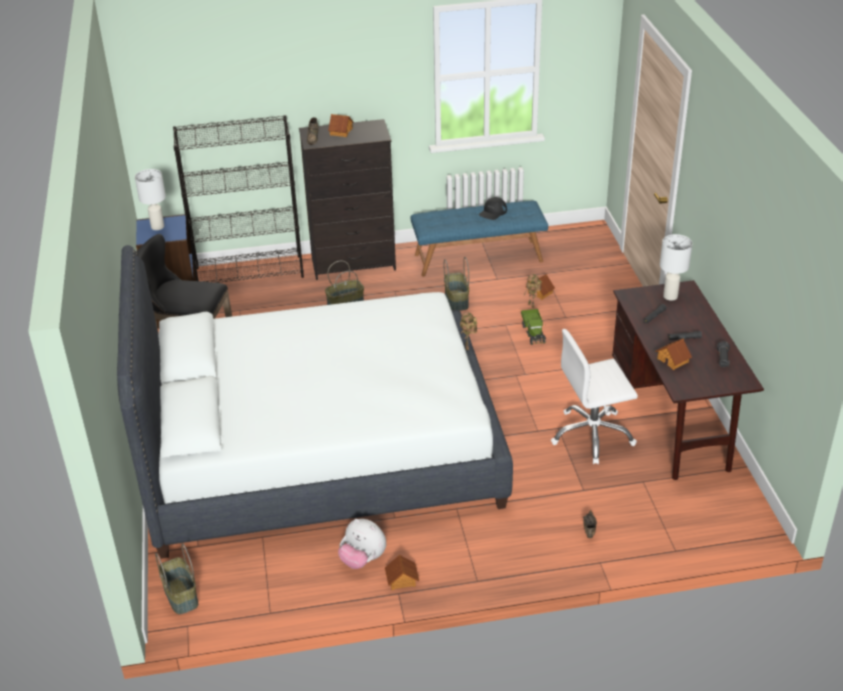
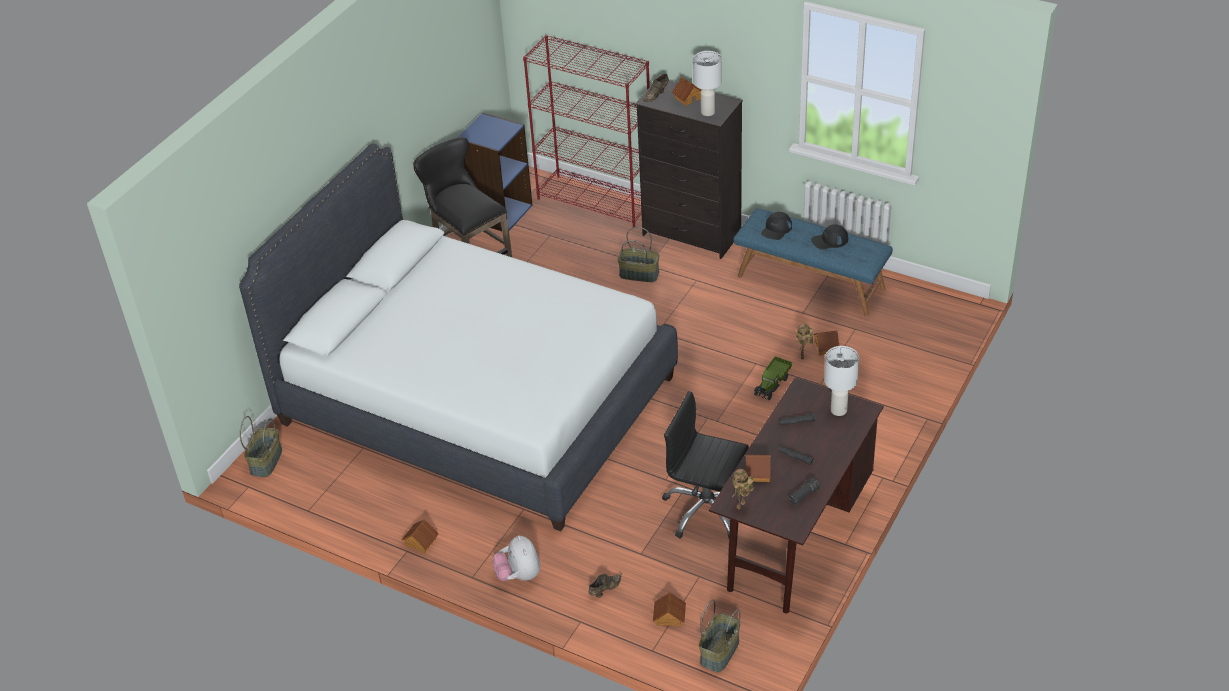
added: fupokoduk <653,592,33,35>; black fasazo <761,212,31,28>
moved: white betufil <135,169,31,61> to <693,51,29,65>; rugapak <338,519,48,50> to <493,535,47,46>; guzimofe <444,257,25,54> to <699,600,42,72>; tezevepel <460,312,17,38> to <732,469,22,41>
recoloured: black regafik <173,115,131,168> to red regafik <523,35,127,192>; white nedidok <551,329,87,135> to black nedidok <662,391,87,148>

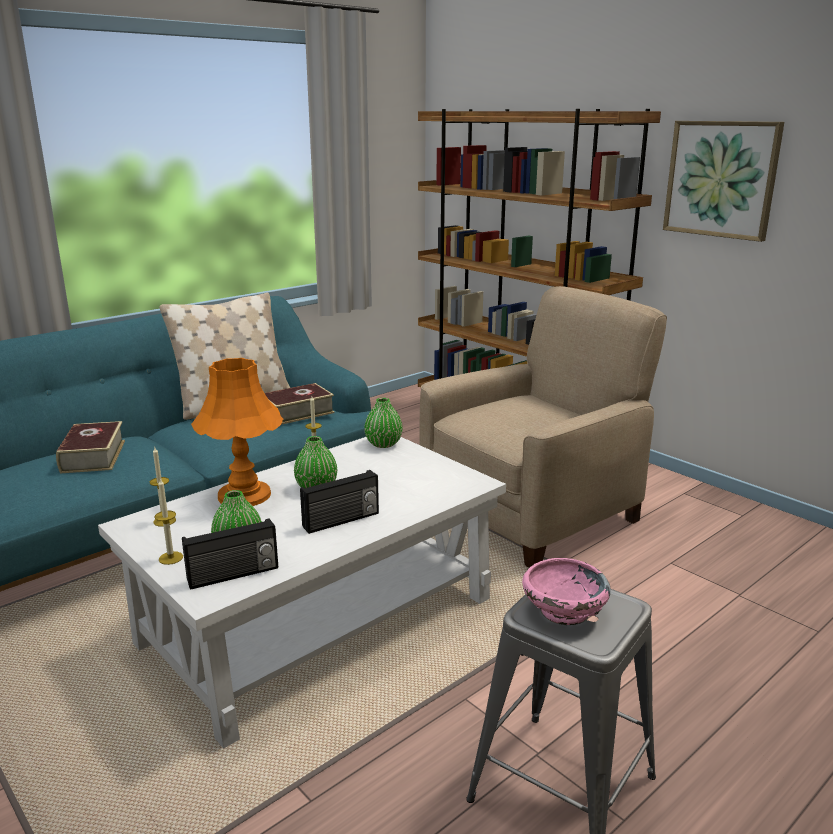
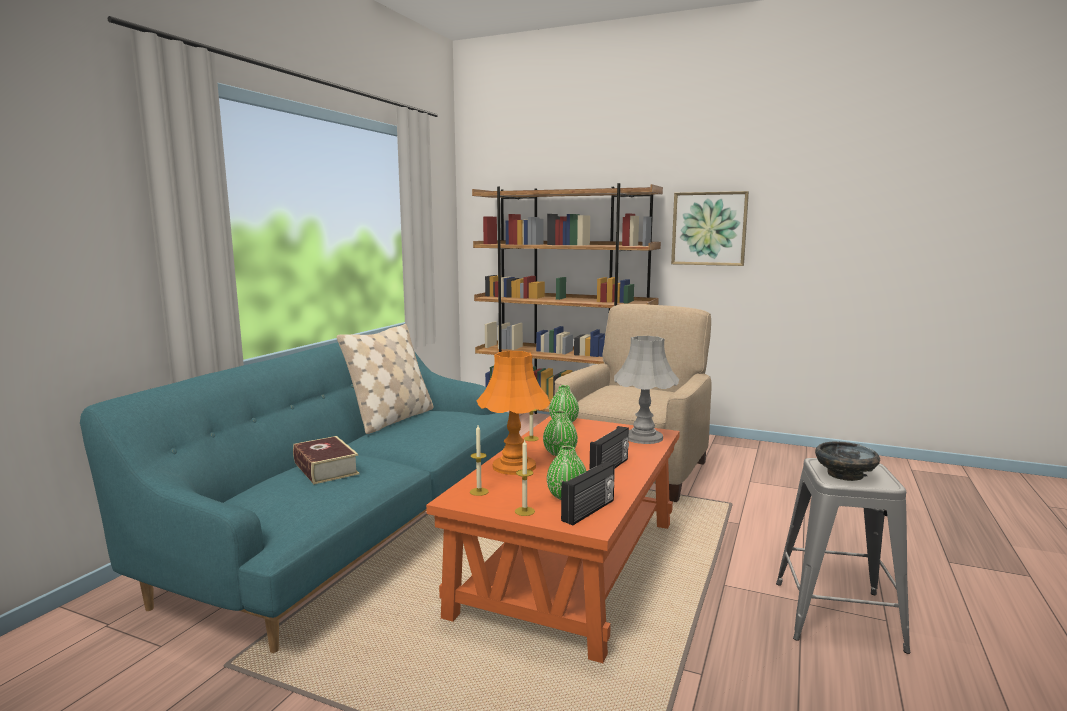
removed: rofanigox <265,383,70,42>
added: grey betufil <614,336,65,108>
recoloured: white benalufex <98,437,408,312> to orange benalufex <426,416,254,247>; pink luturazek <522,558,89,67> to black luturazek <815,442,65,39>

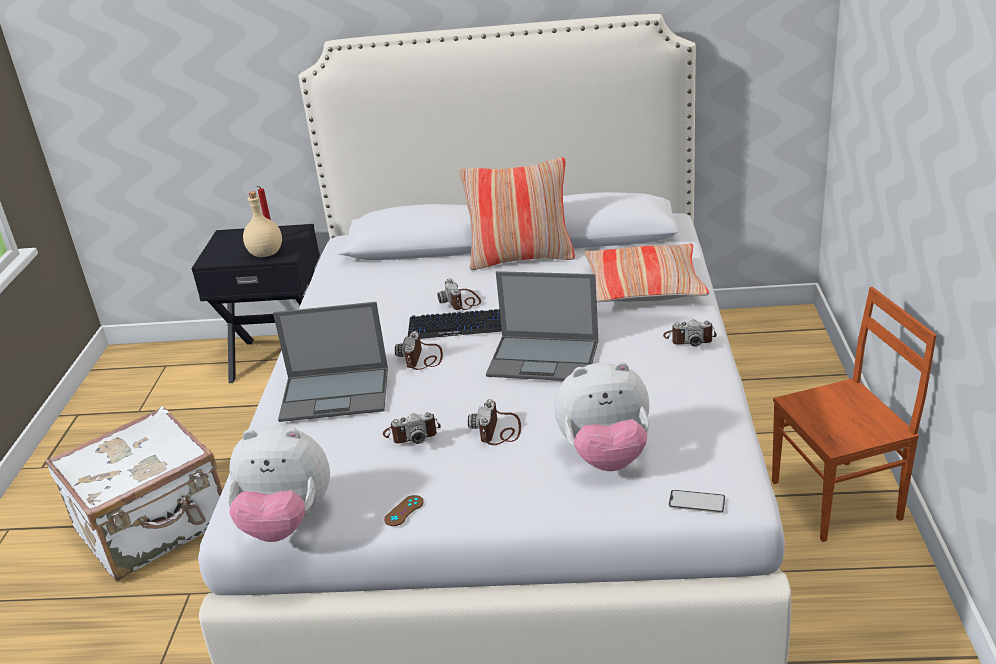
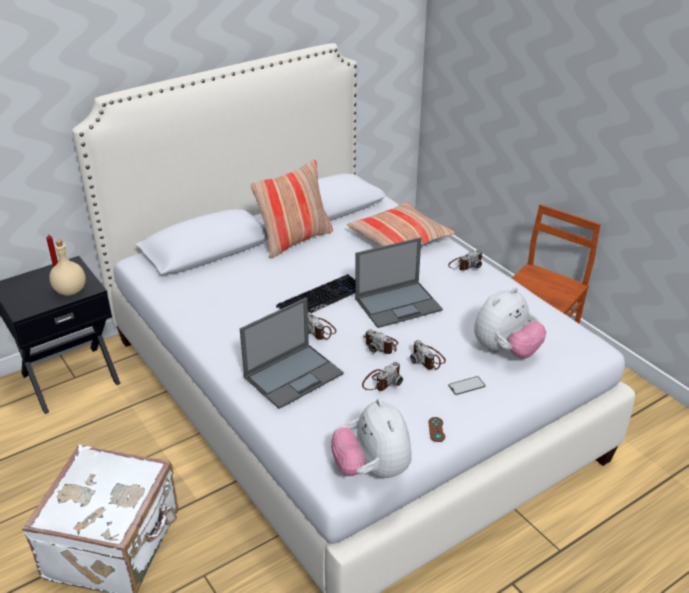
moved: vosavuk <437,278,44,32> to <363,329,35,25>; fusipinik <669,490,56,23> to <448,376,38,19>
turned: rugapak <227,426,103,116> = <331,399,81,79> 105 degrees clockwise

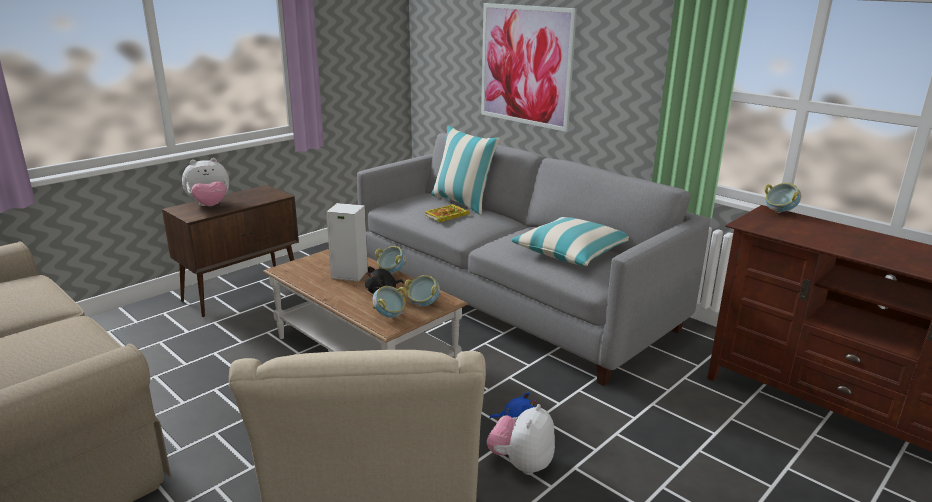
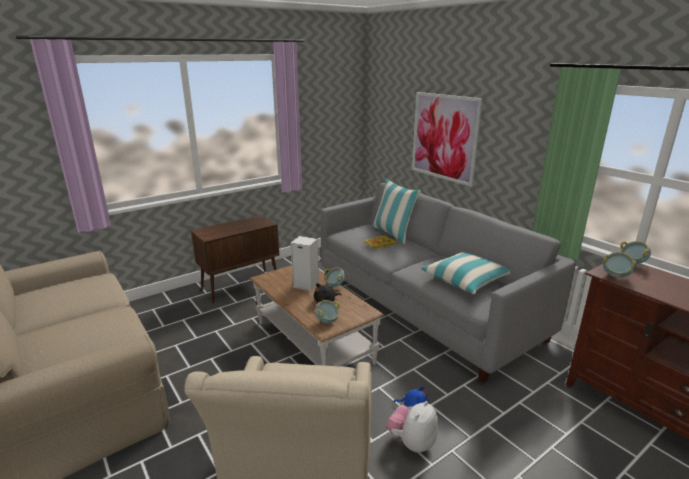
removed: rugapak <182,158,47,48>
moved: luturazek <405,275,35,32> to <603,252,33,26>

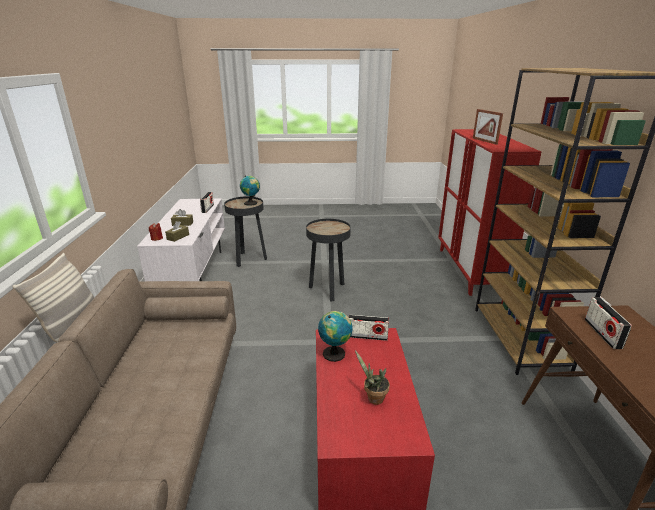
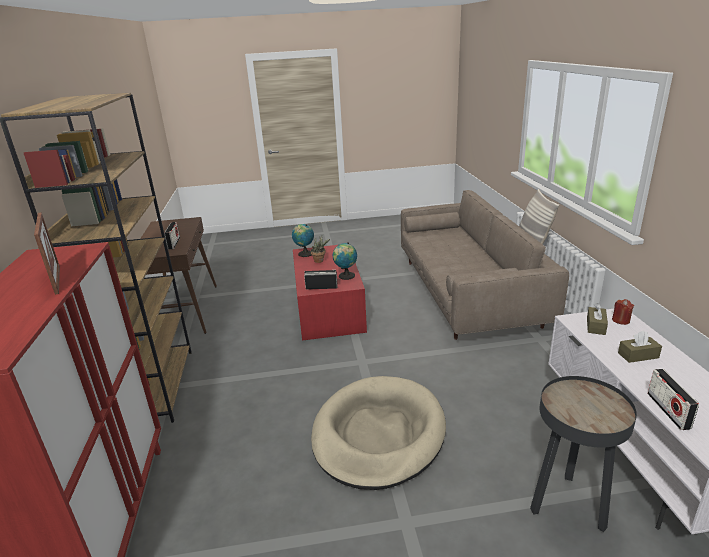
moved: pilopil <240,176,20,30> to <292,224,22,33>
replaced: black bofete <306,219,45,83> to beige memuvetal <311,376,135,114>

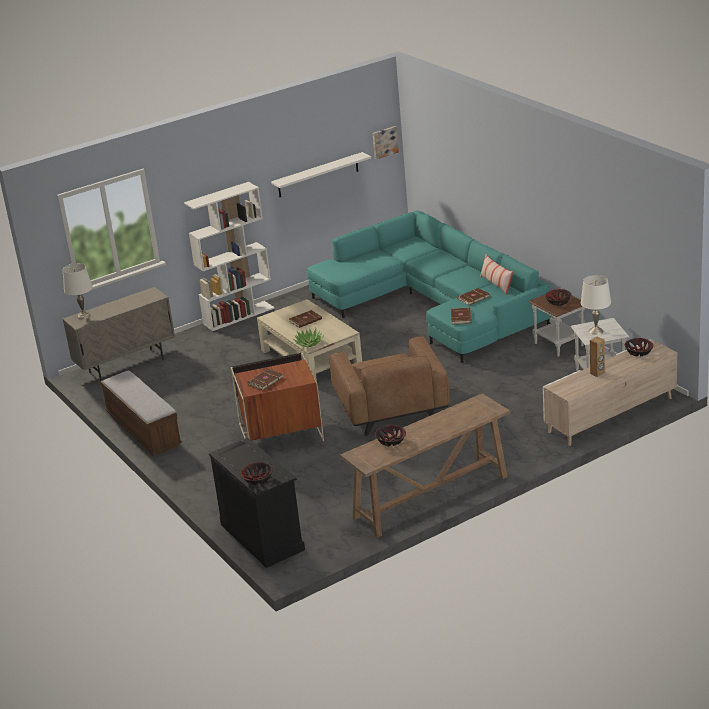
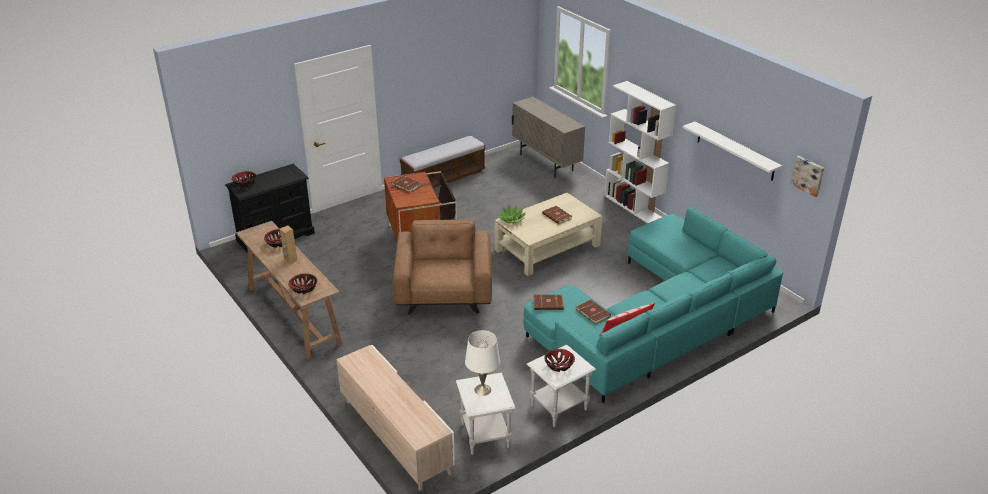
removed: white betufil <63,263,30,56>
moved: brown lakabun <590,337,15,40> to <280,225,17,39>; luturazek <625,338,28,19> to <289,273,28,21>
recoloured: brown bofete <528,292,57,65> to white bofete <527,345,69,82>
turned: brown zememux <329,336,121,100> = <393,219,99,95> 105 degrees clockwise

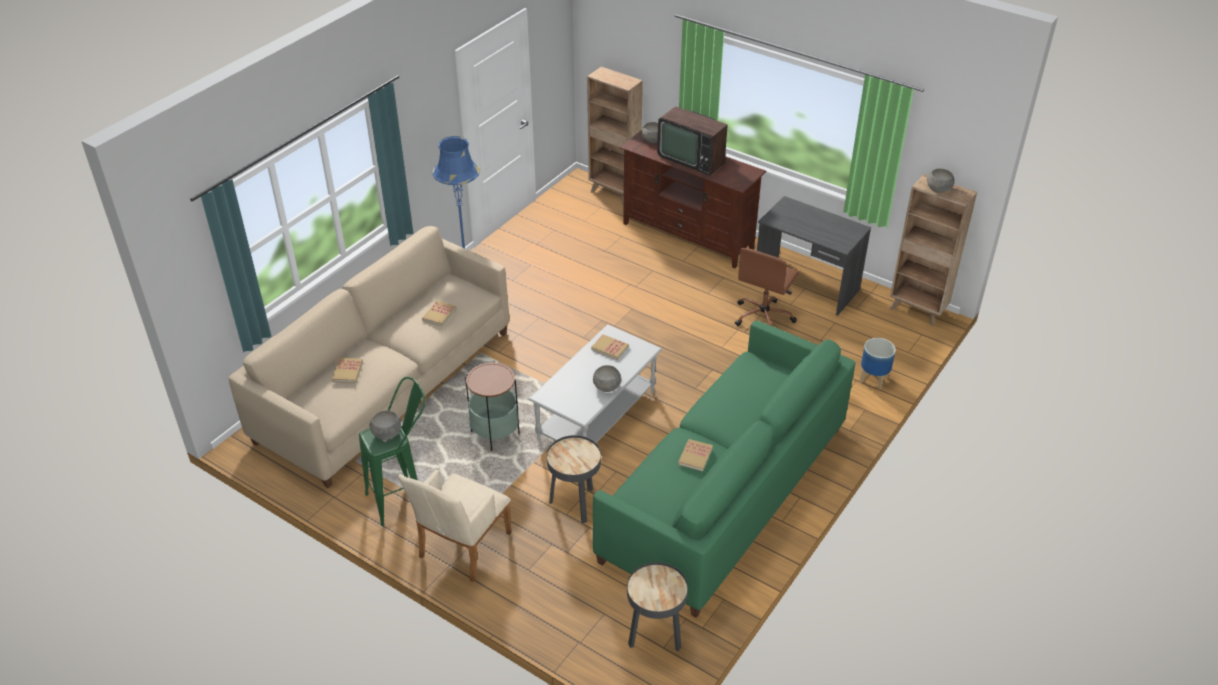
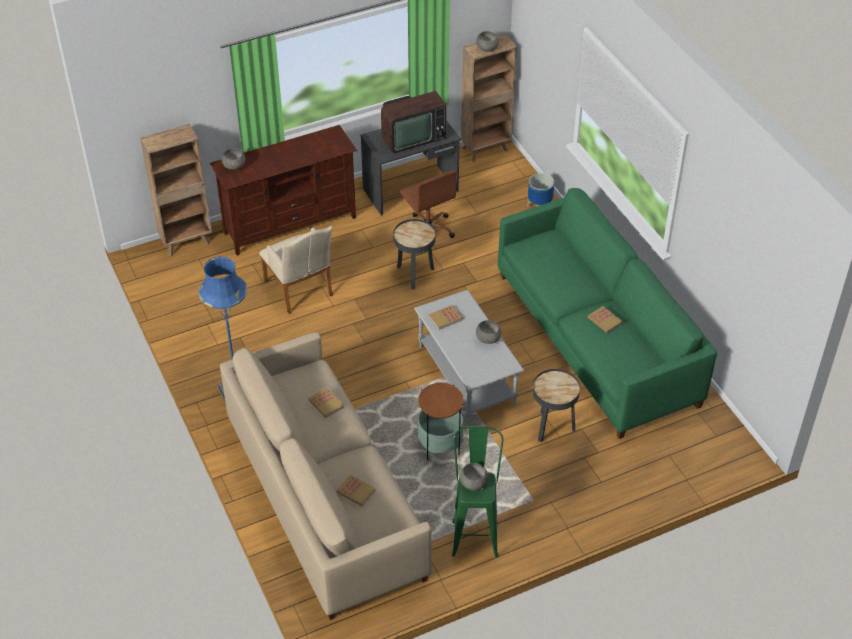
moved: beige zememux <398,470,113,112> to <259,226,74,88>; black bofete <627,562,61,89> to <393,219,43,70>; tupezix <657,107,71,69> to <381,91,65,62>

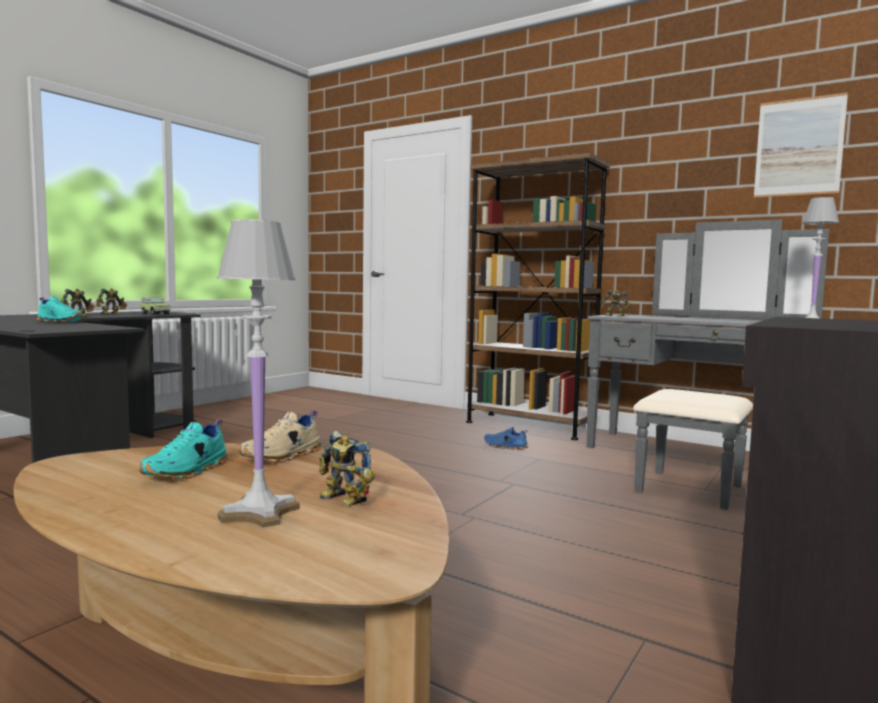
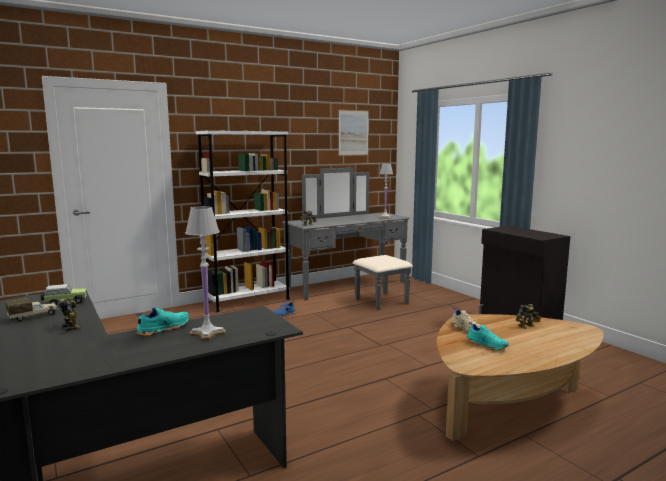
moved: white betufil <217,220,83,308> to <185,206,41,135>
replaced: tezevepel <96,288,31,26> to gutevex <5,298,53,23>
recoloured: brown regafik <466,152,144,288> to white regafik <196,130,94,182>

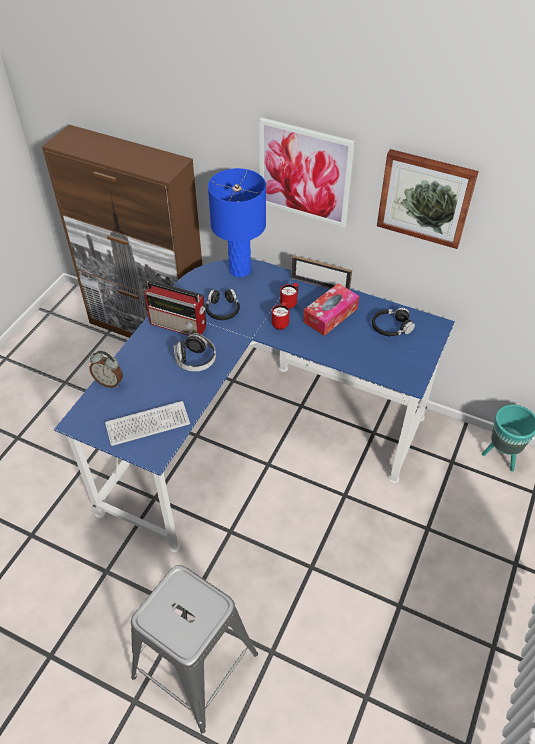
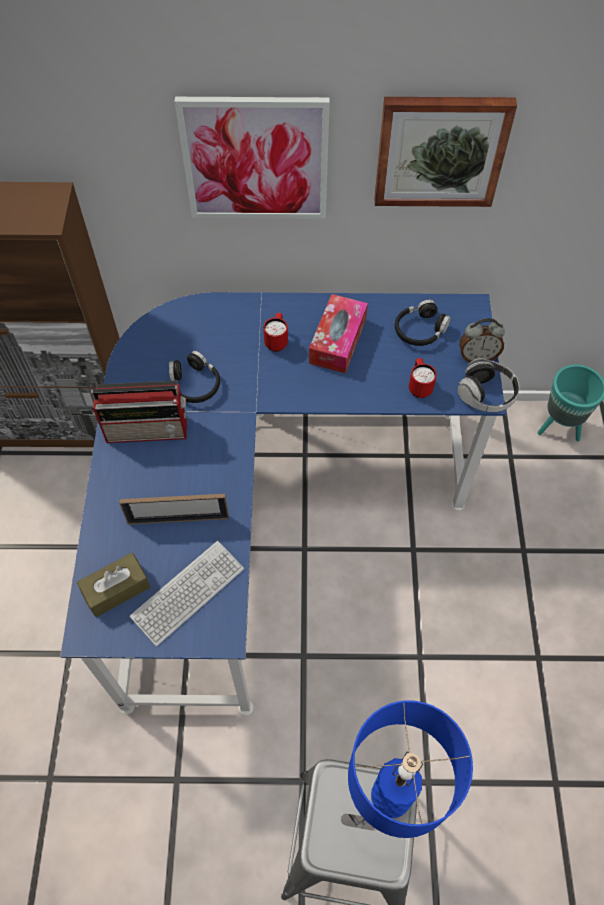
added: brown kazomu <77,553,73,64>
moved: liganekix <90,351,33,37> to <459,318,46,44>; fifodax <174,333,42,39> to <457,358,62,54>; blue betufil <208,168,58,109> to <348,700,125,138>; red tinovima <272,302,17,28> to <409,358,28,40>; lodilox <291,255,61,35> to <119,494,110,31>

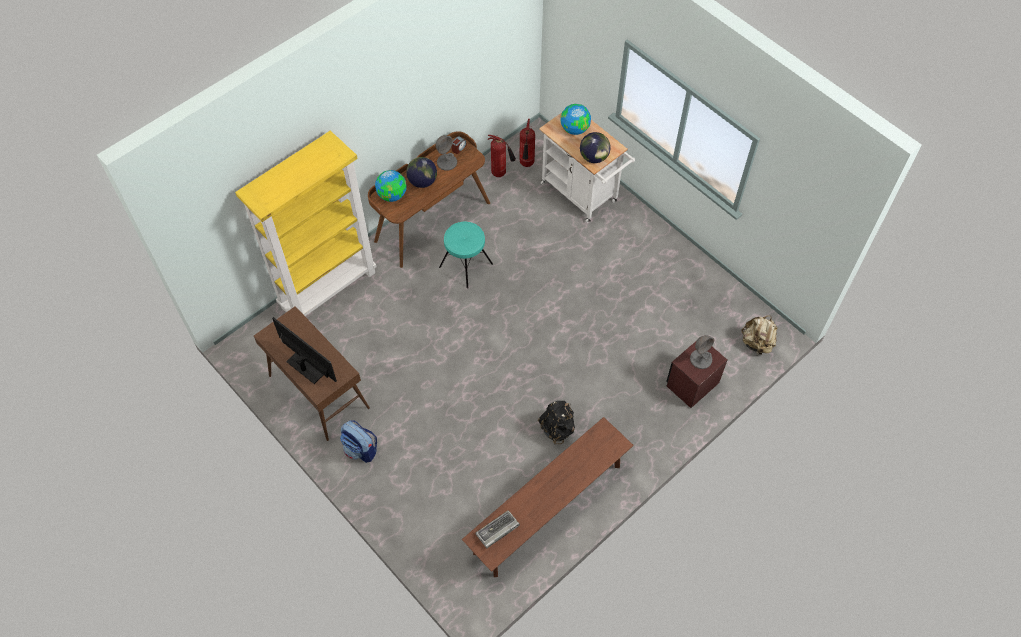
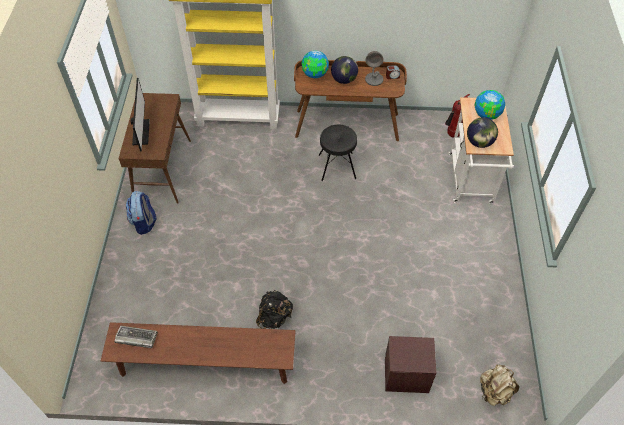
removed: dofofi <488,135,28,42>; grey betufil <690,335,24,34>
recoloured: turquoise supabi <439,222,54,67> to black supabi <319,125,38,56>

